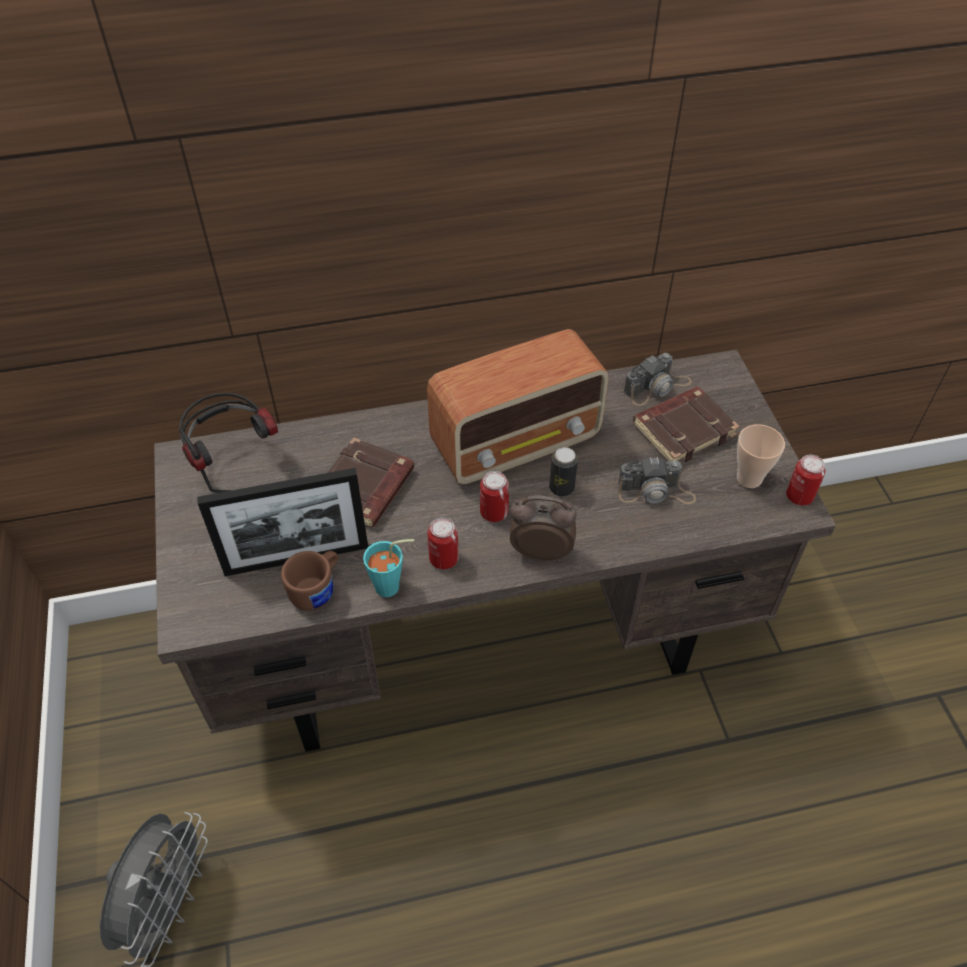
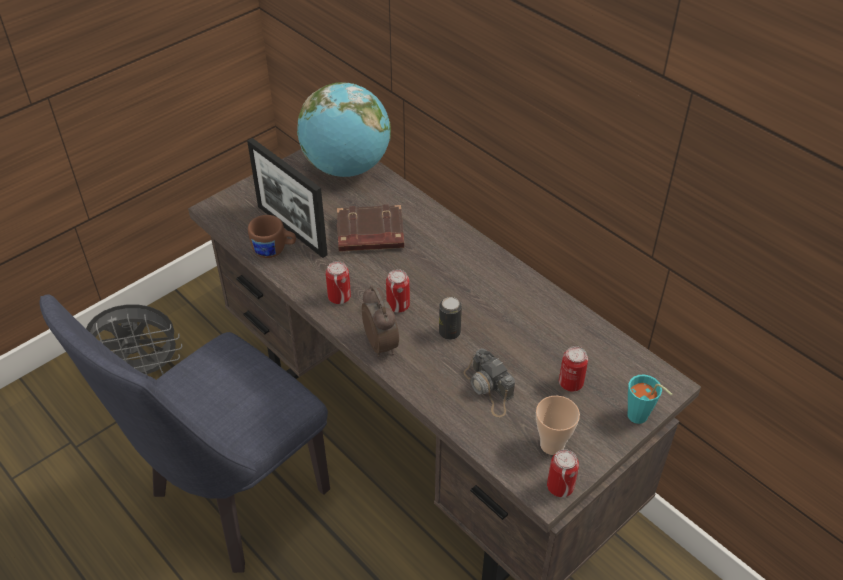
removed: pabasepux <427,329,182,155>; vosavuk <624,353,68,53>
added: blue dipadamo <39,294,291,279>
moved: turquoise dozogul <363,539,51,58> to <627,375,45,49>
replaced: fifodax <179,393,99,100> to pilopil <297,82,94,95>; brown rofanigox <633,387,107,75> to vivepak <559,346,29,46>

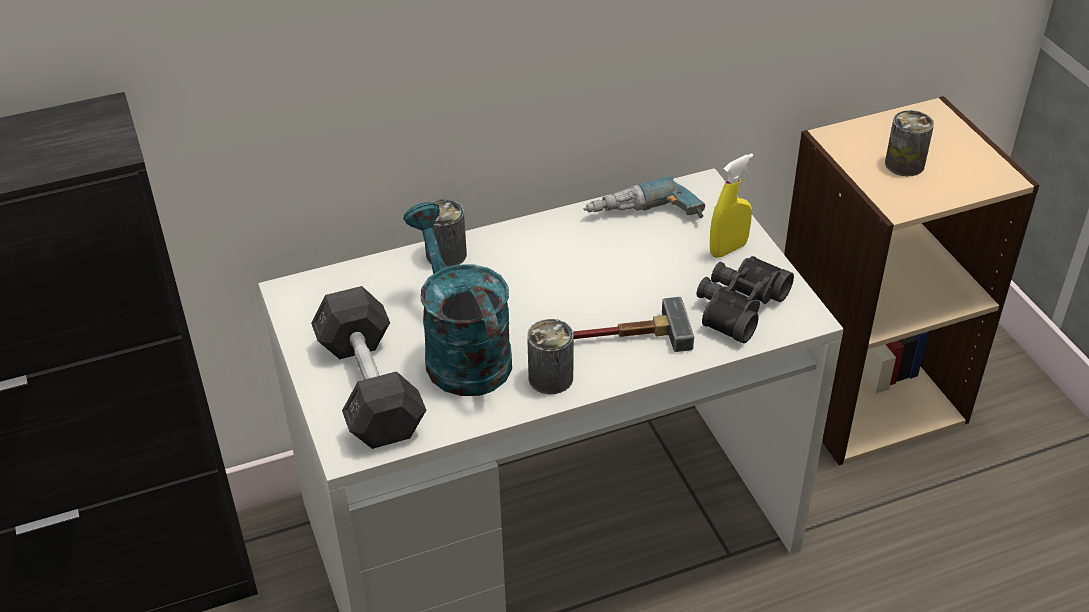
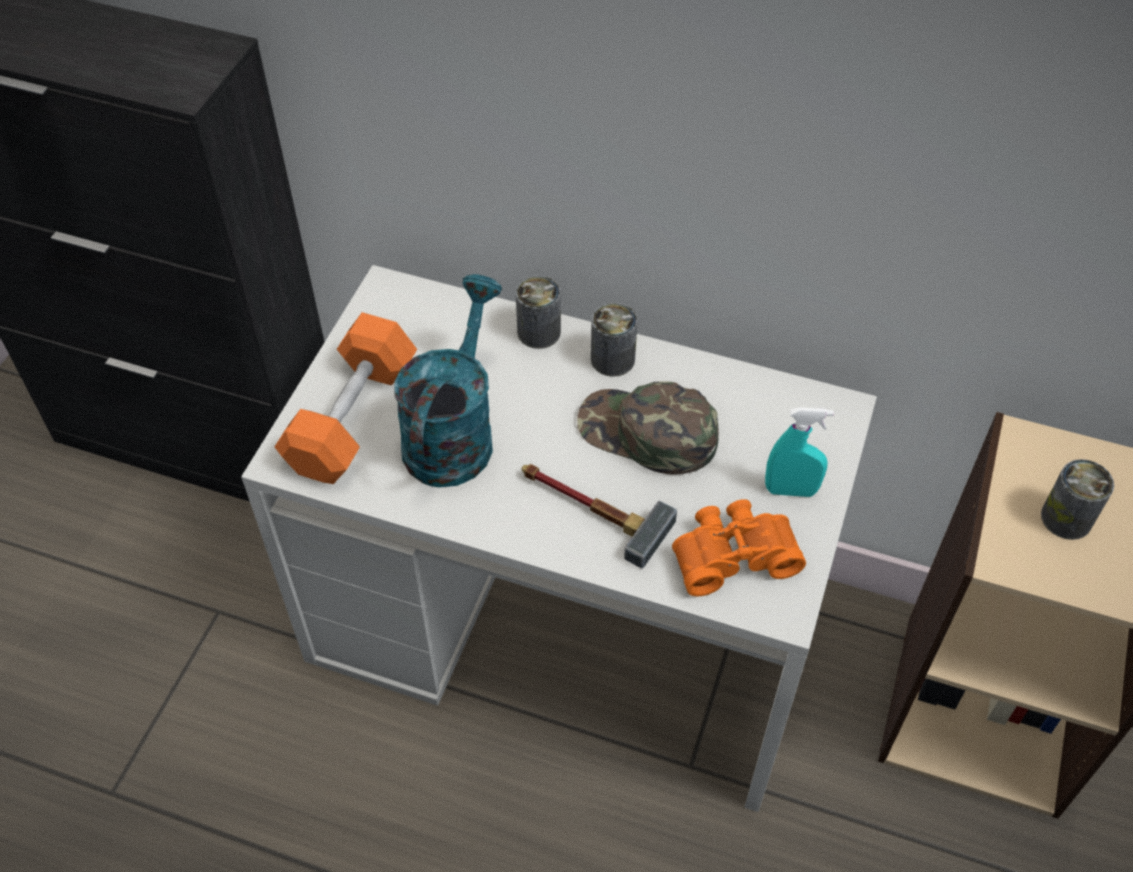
removed: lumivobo <584,176,121,42>
added: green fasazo <577,381,142,93>
moved: vivepak <527,319,46,75> to <591,303,47,74>
recoloured: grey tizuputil <311,286,115,163> to orange tizuputil <275,312,142,172>; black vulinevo <696,256,98,88> to orange vulinevo <672,500,134,96>; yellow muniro <710,153,44,105> to turquoise muniro <765,407,69,90>

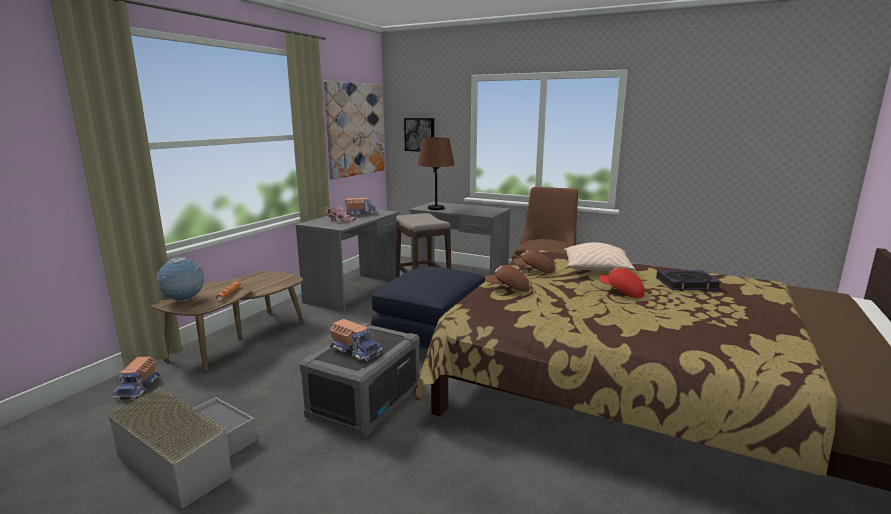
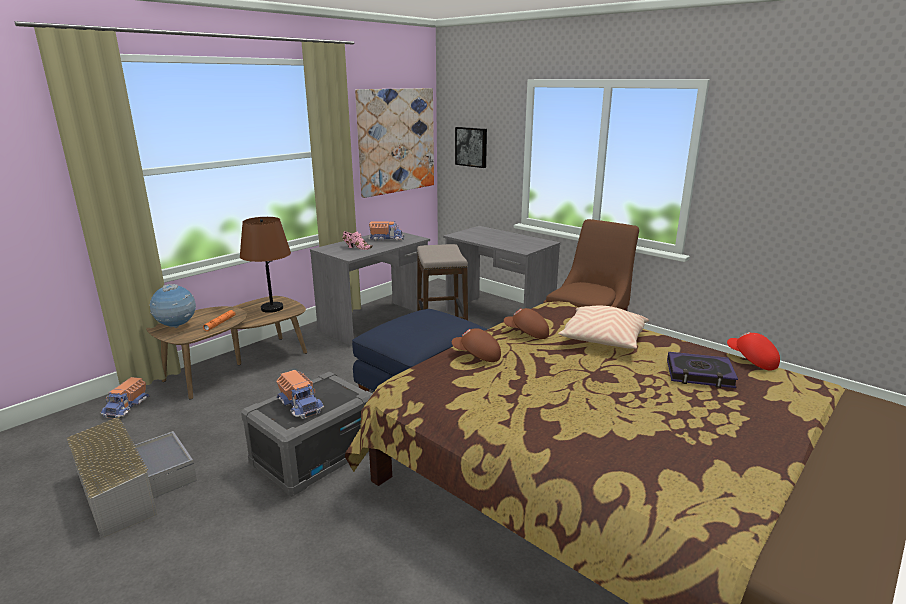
moved: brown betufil <418,137,37,73> to <240,217,51,96>; red fasazo <599,267,46,31> to <727,332,53,38>

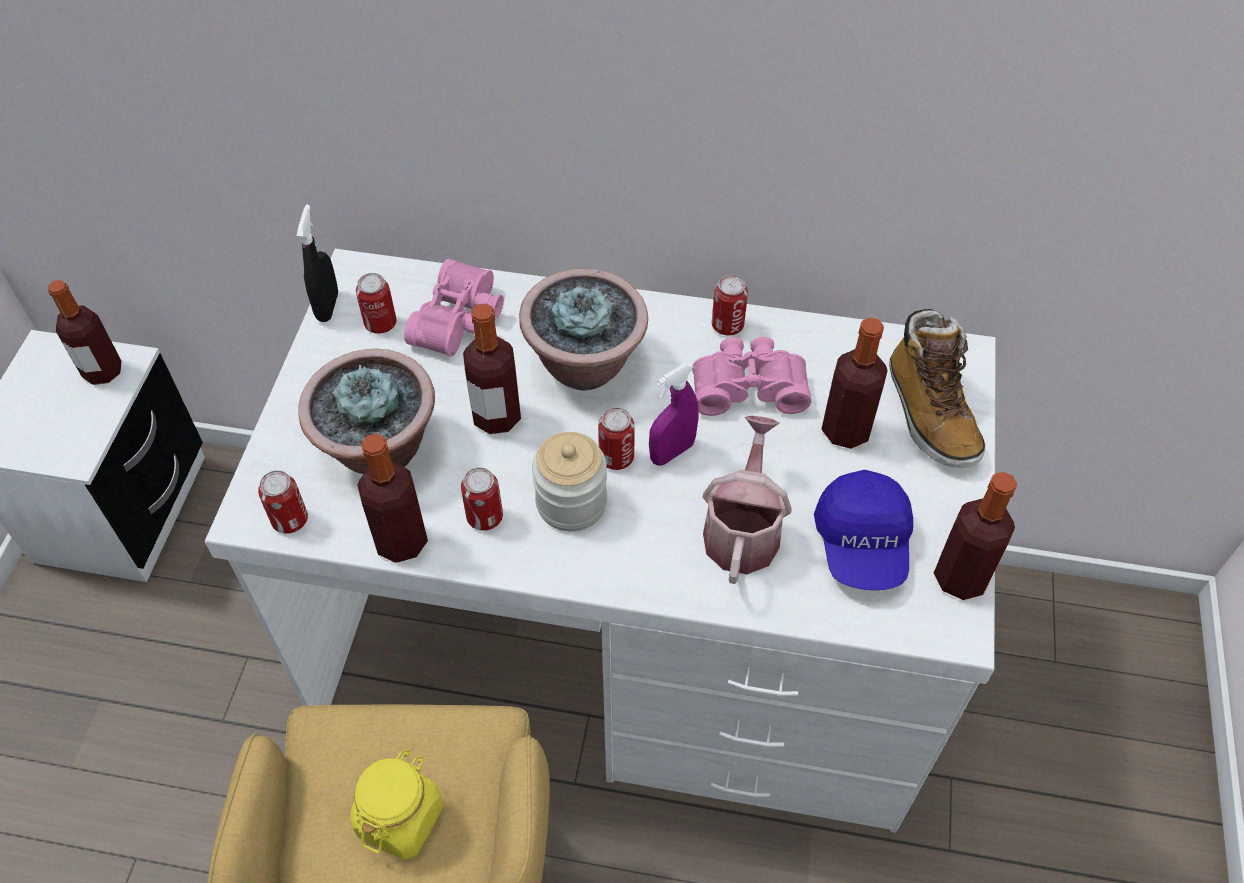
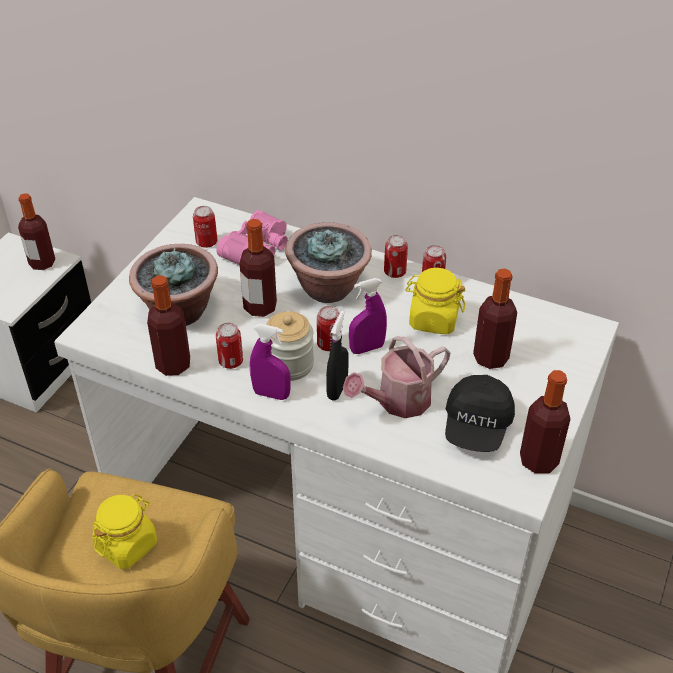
removed: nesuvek <889,309,96,159>
added: purple muniro <250,324,41,76>
moved: vivepak <258,470,50,64> to <384,235,24,43>; black muniro <296,205,42,117> to <326,310,23,91>
replaced: pink vulinevo <692,337,119,79> to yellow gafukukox <405,268,60,66>
recoloured: blue fasazo <814,470,99,120> to black fasazo <445,375,70,77>
turned: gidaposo <702,416,90,168> = <343,336,108,82> 150 degrees counterclockwise

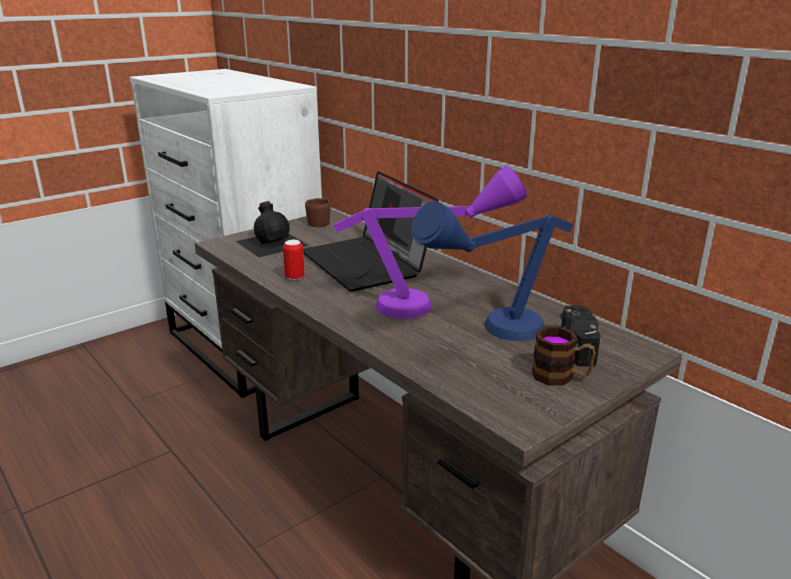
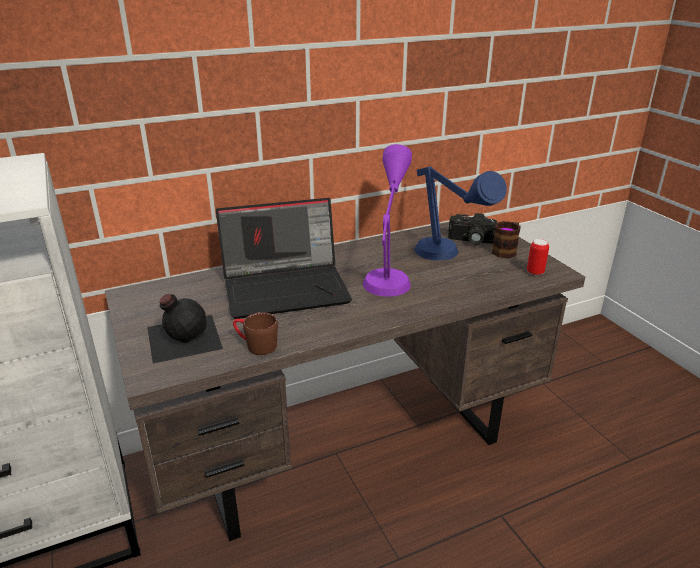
moved: vivepak <283,240,22,40> to <527,239,22,36>; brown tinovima <305,198,26,29> to <233,312,45,43>

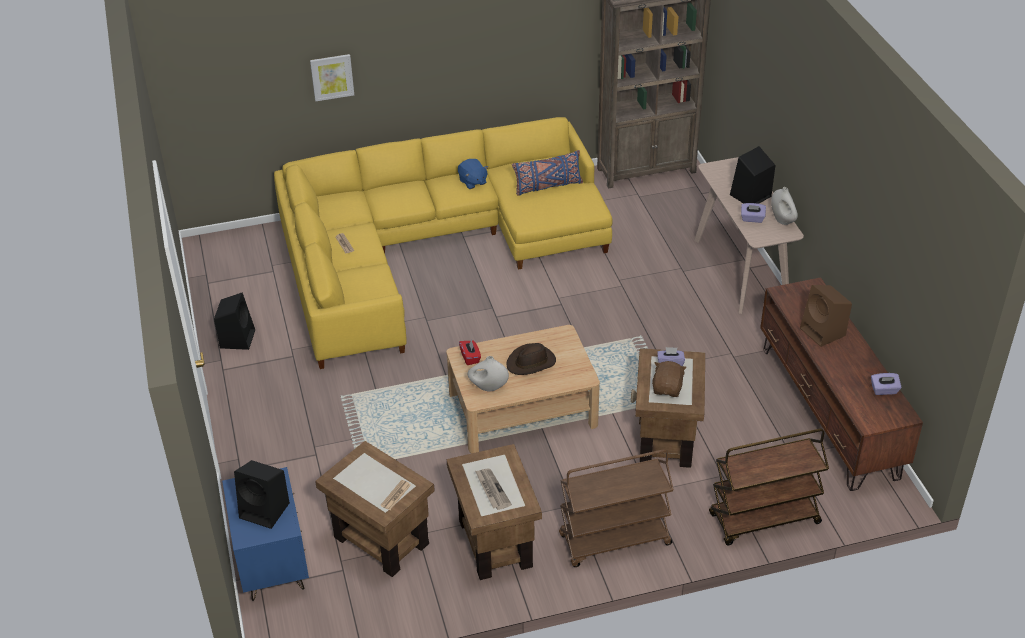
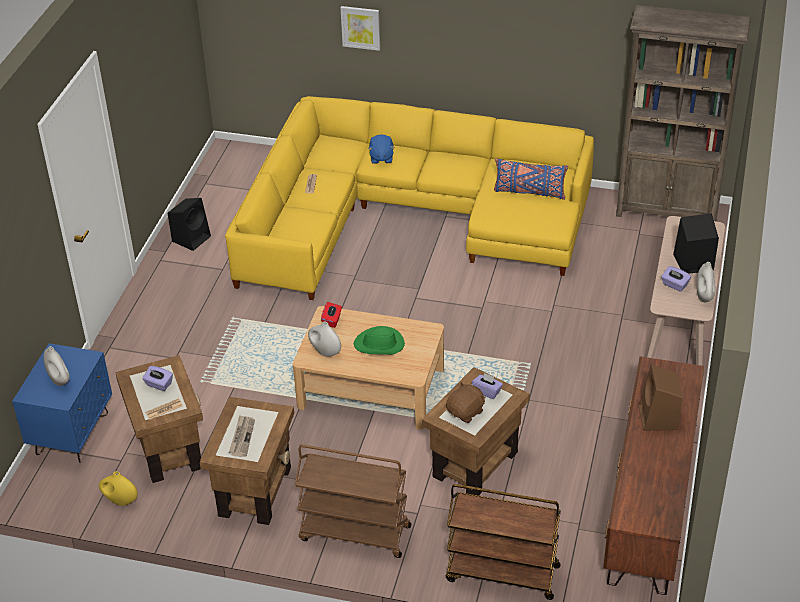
added: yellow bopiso <99,471,39,35>
moved: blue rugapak <458,159,30,30> to <368,135,27,29>; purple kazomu <871,373,30,22> to <142,366,31,25>
replaced: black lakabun <234,460,56,69> to white bopiso <44,346,26,40>
recoloured: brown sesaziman <506,343,50,32> to green sesaziman <354,326,51,29>

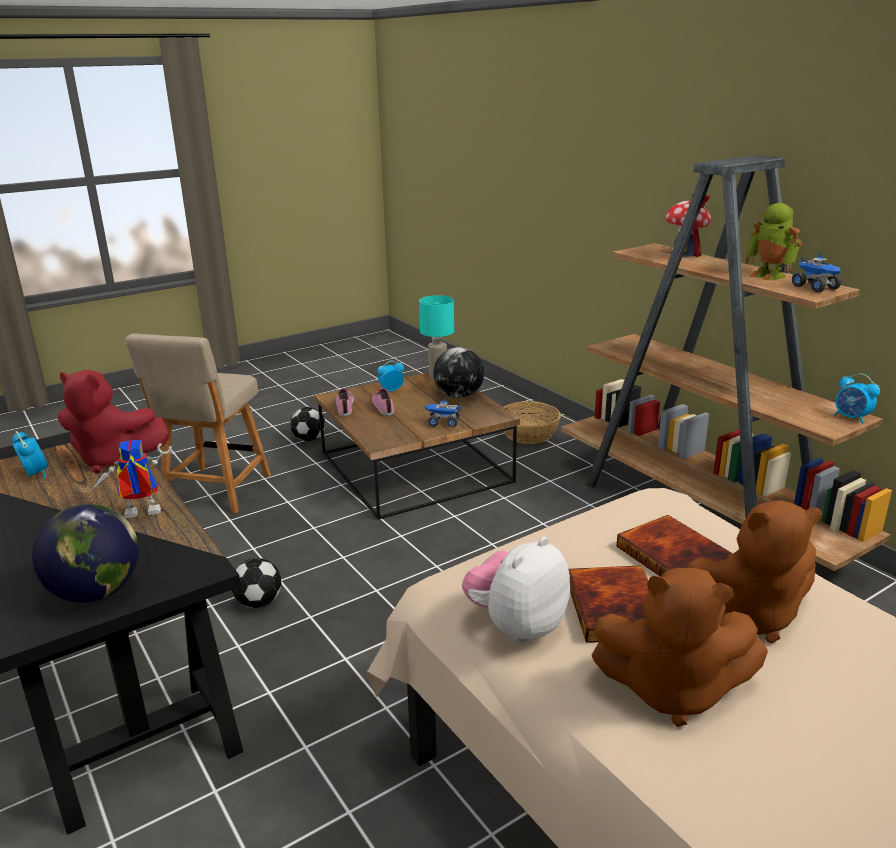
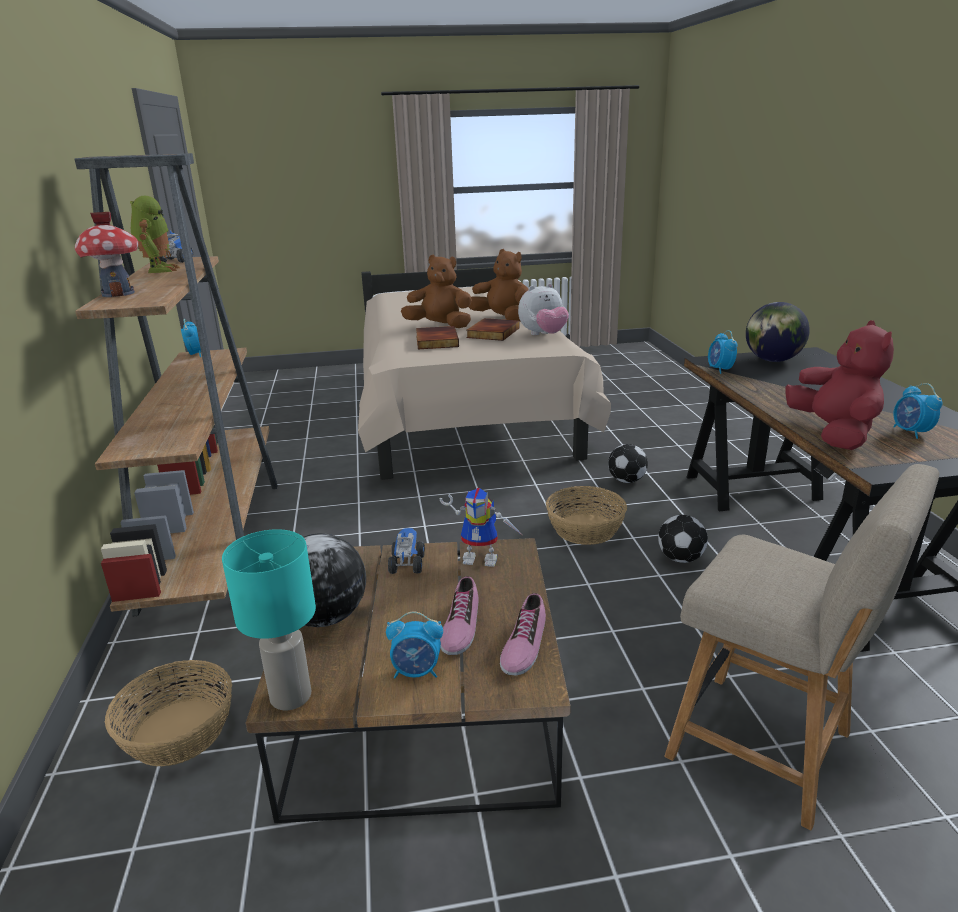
added: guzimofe <546,486,81,59>; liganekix <708,330,30,44>
moved: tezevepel <90,440,82,78> to <440,488,82,79>; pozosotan <290,407,35,35> to <608,444,40,39>
turned: red rugapak <58,370,111,104> = <785,320,109,130> 45 degrees clockwise; beige dipadamo <125,333,146,180> = <664,464,275,366> 90 degrees clockwise; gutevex <424,398,37,29> = <388,528,37,46> 120 degrees counterclockwise

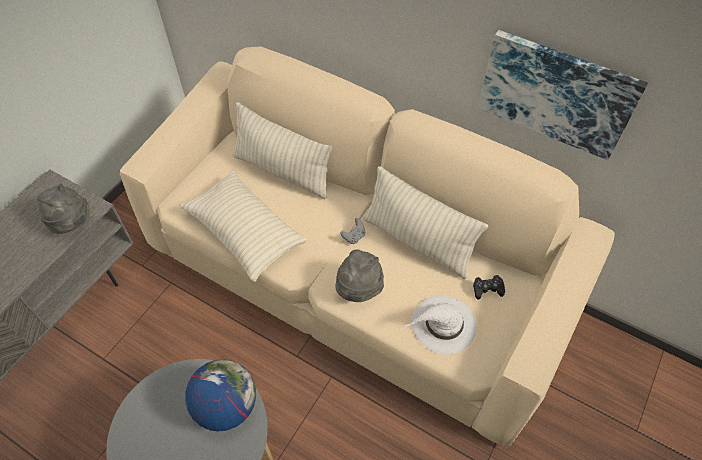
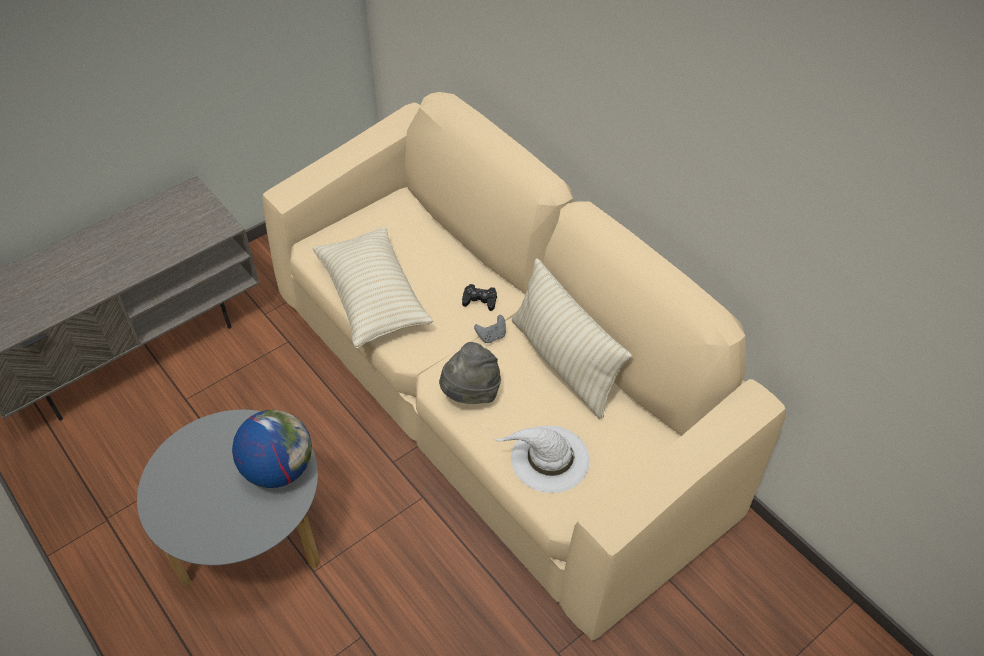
removed: grey sesaziman <38,184,52,50>; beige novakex <233,102,99,97>; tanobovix <478,30,170,130>
moved: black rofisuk <473,275,32,25> to <462,284,35,27>

